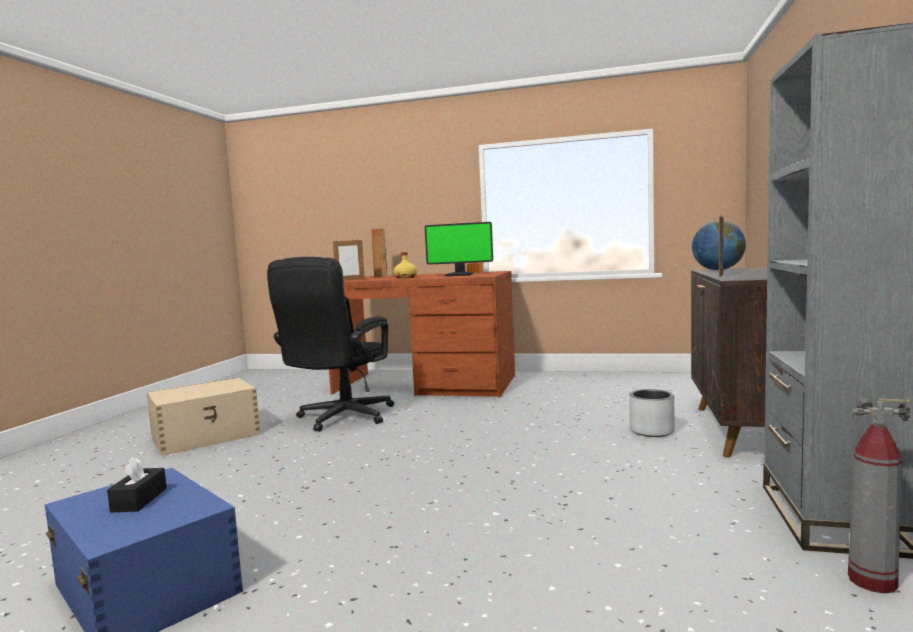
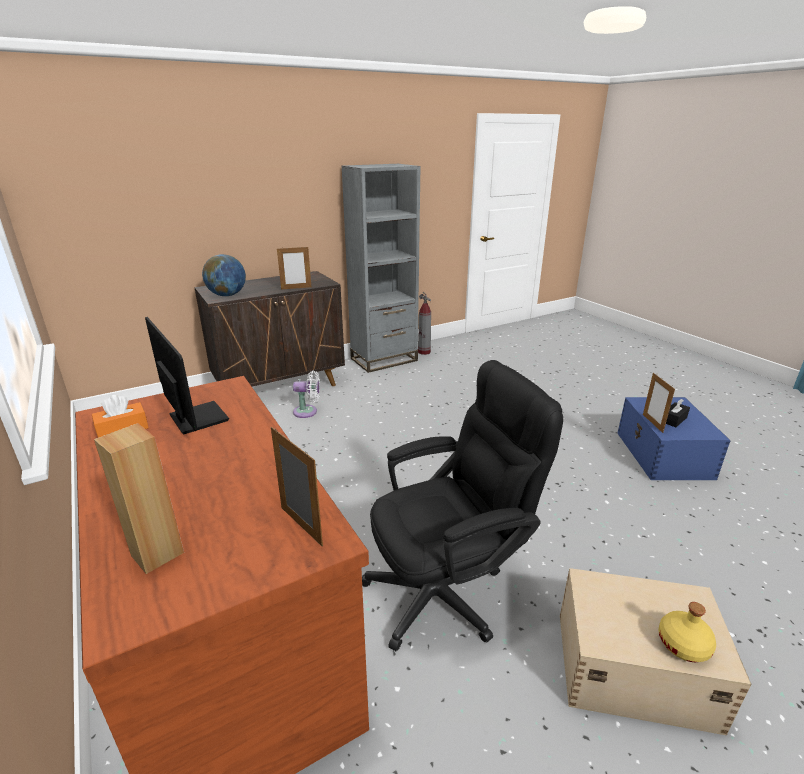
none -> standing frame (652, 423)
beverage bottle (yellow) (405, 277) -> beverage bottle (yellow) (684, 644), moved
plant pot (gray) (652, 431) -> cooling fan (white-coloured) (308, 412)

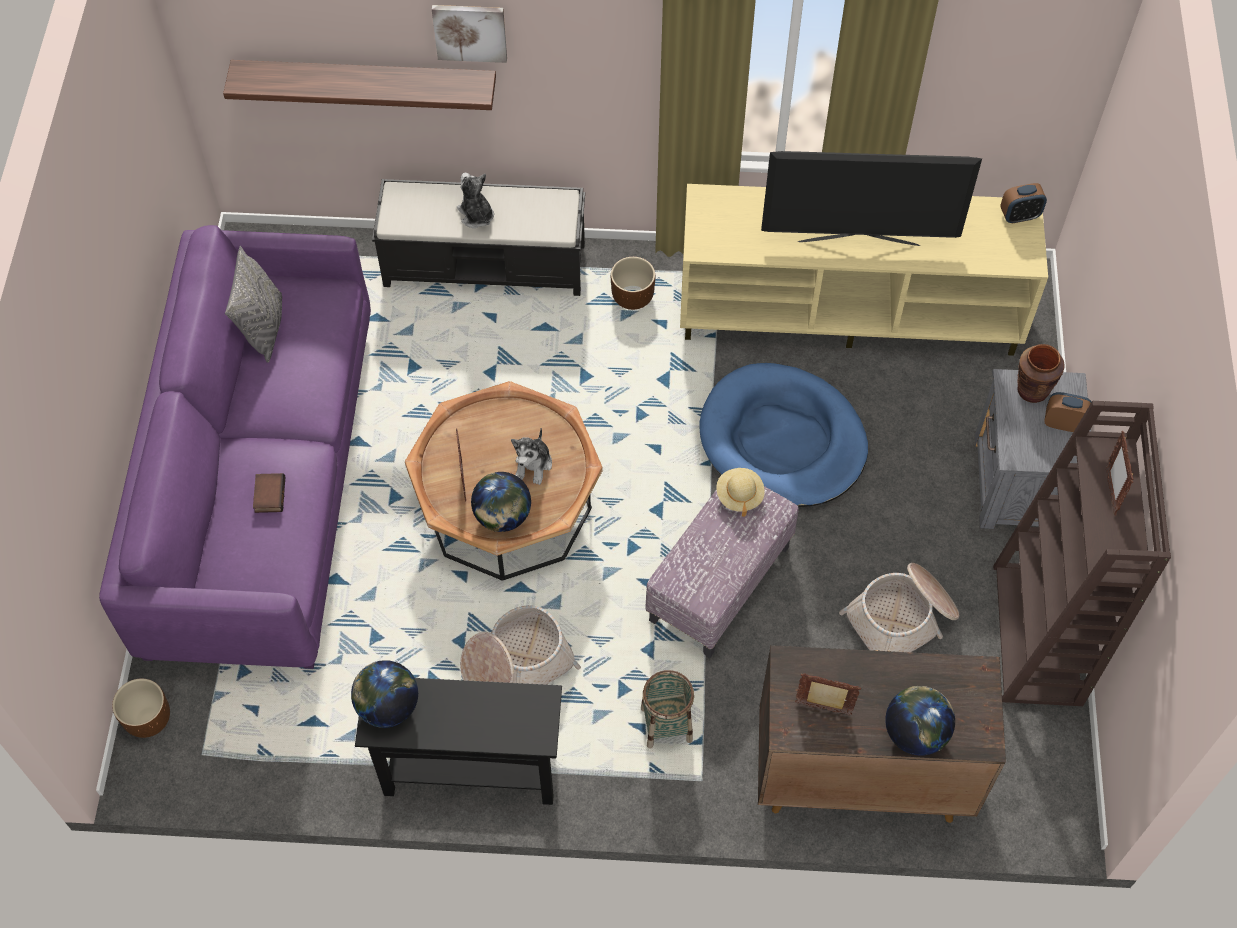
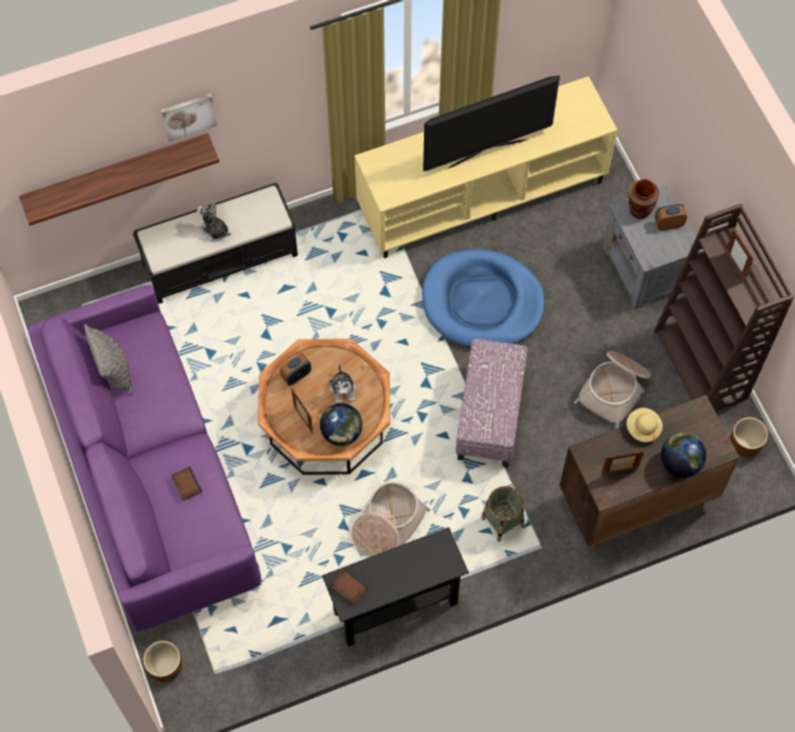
plant pot (brown-coloured) (632, 297) -> plant pot (brown-coloured) (745, 445), moved
wearable hat (beige-coloured) (739, 495) -> wearable hat (beige-coloured) (643, 428), moved
alarm clock (1019, 216) -> alarm clock (296, 376), moved
world globe (388, 706) -> book (348, 588)

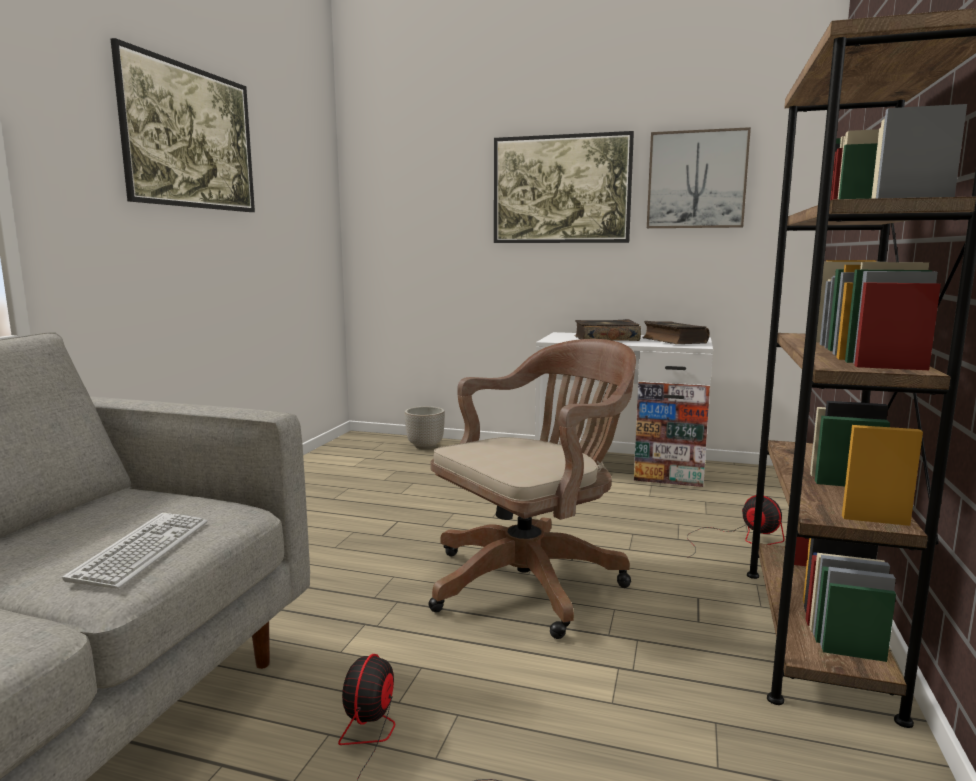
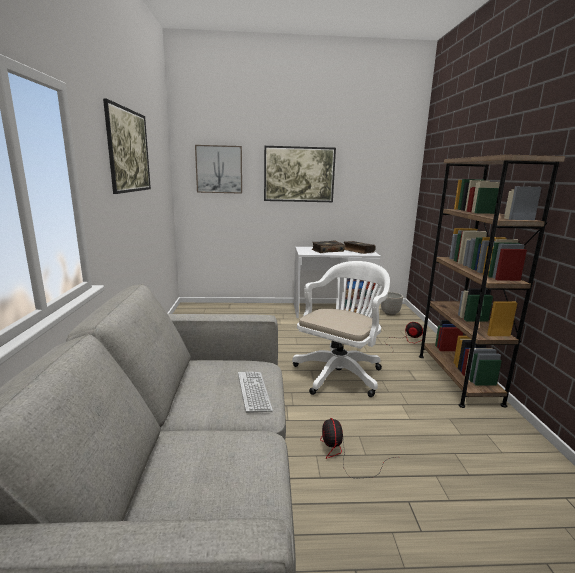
plant pot (425, 446) -> plant pot (390, 313), moved
picture (696, 180) -> picture (219, 169), moved
computer chair (brown-coloured) (533, 580) -> computer chair (white-coloured) (340, 372)

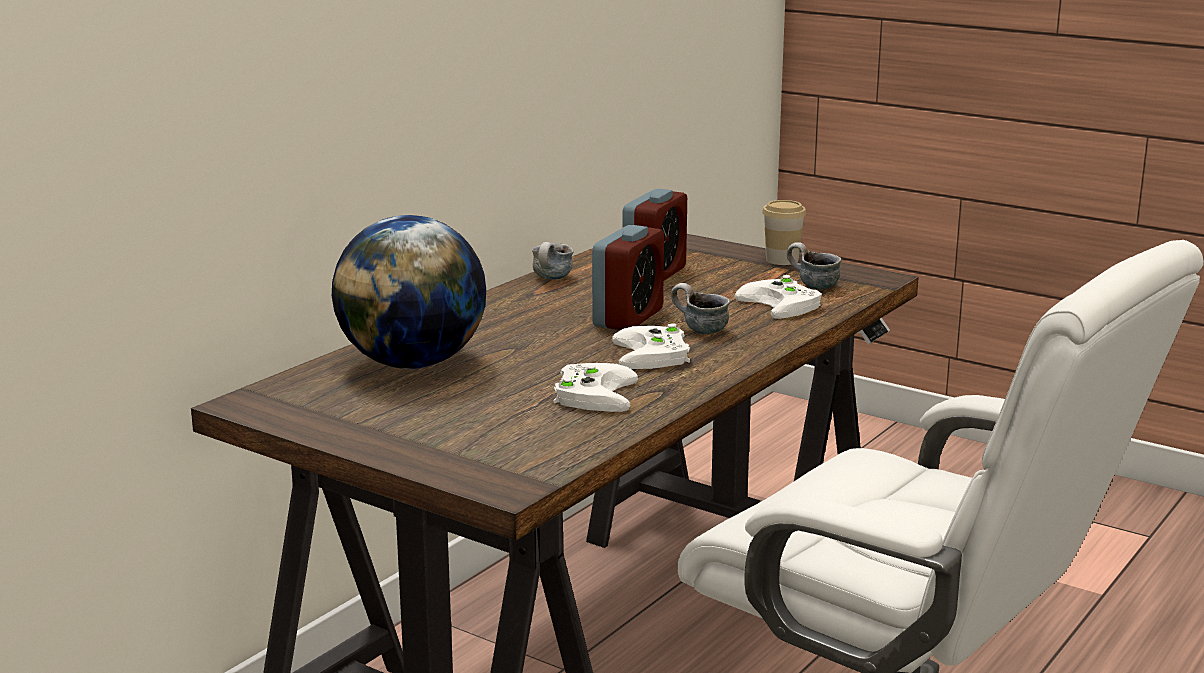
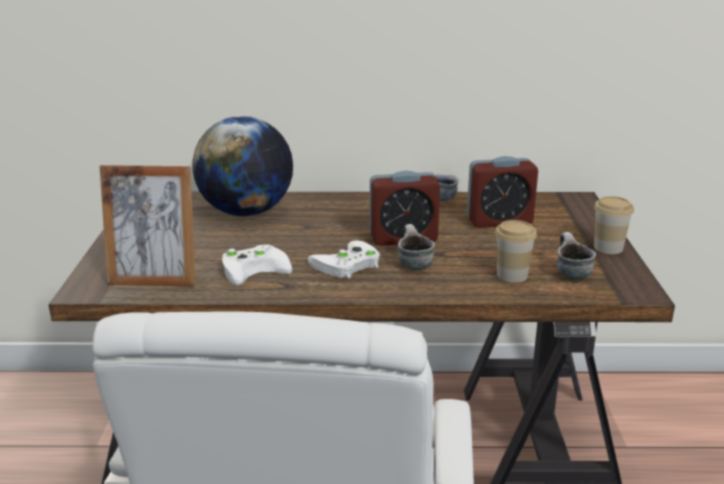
none -> standing frame (154, 280)
game controller (white-coloured) (784, 305) -> drinking cup (512, 275)

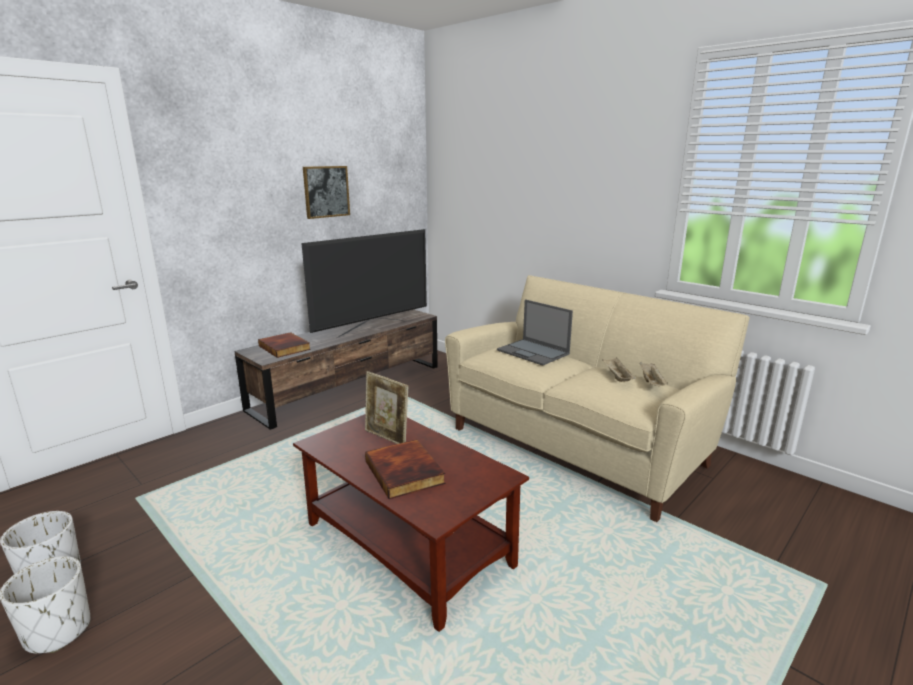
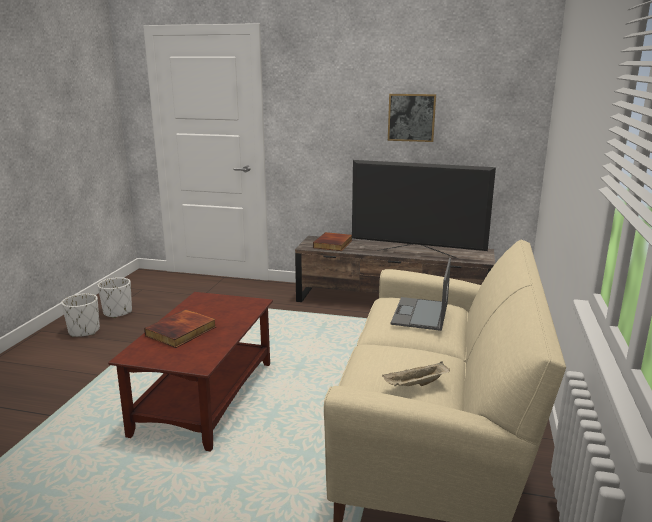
standing frame (387, 437) -> none
carrying tray (beige-coloured) (616, 377) -> none

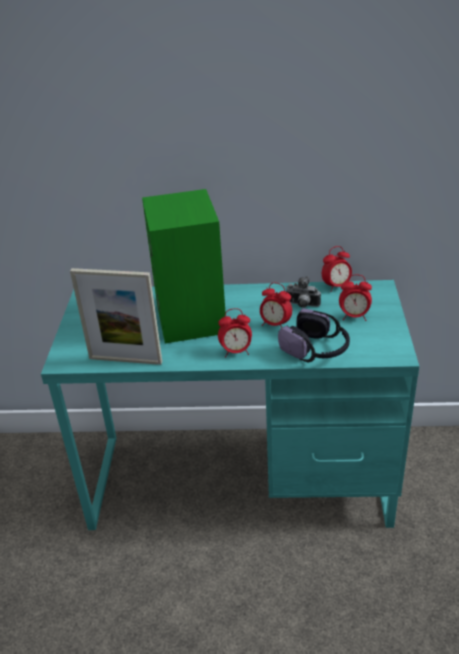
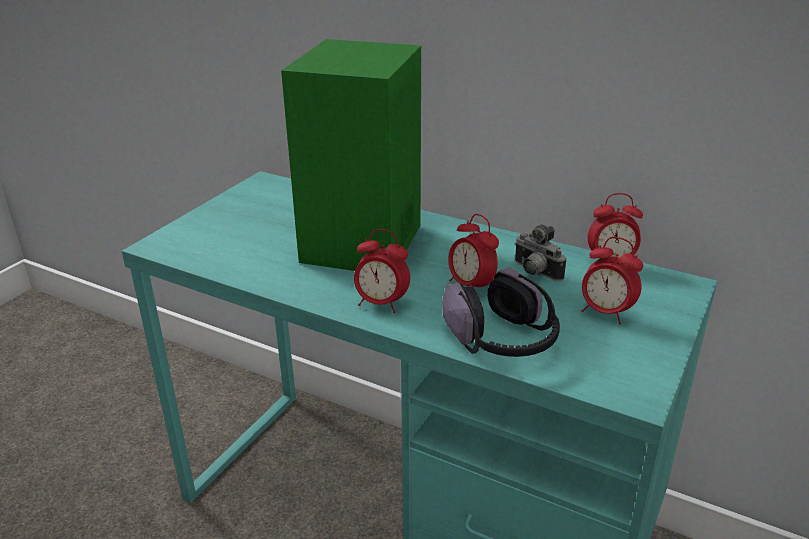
standing frame (125, 360) -> none

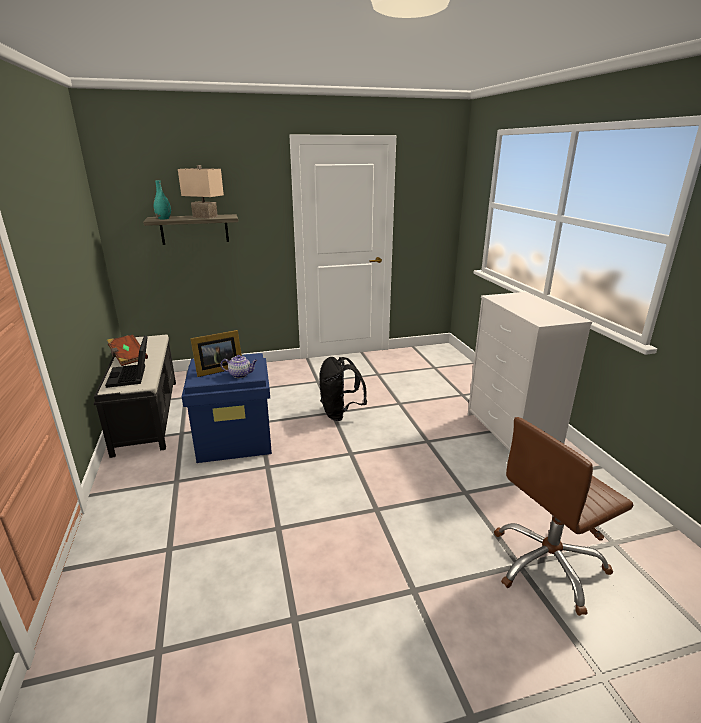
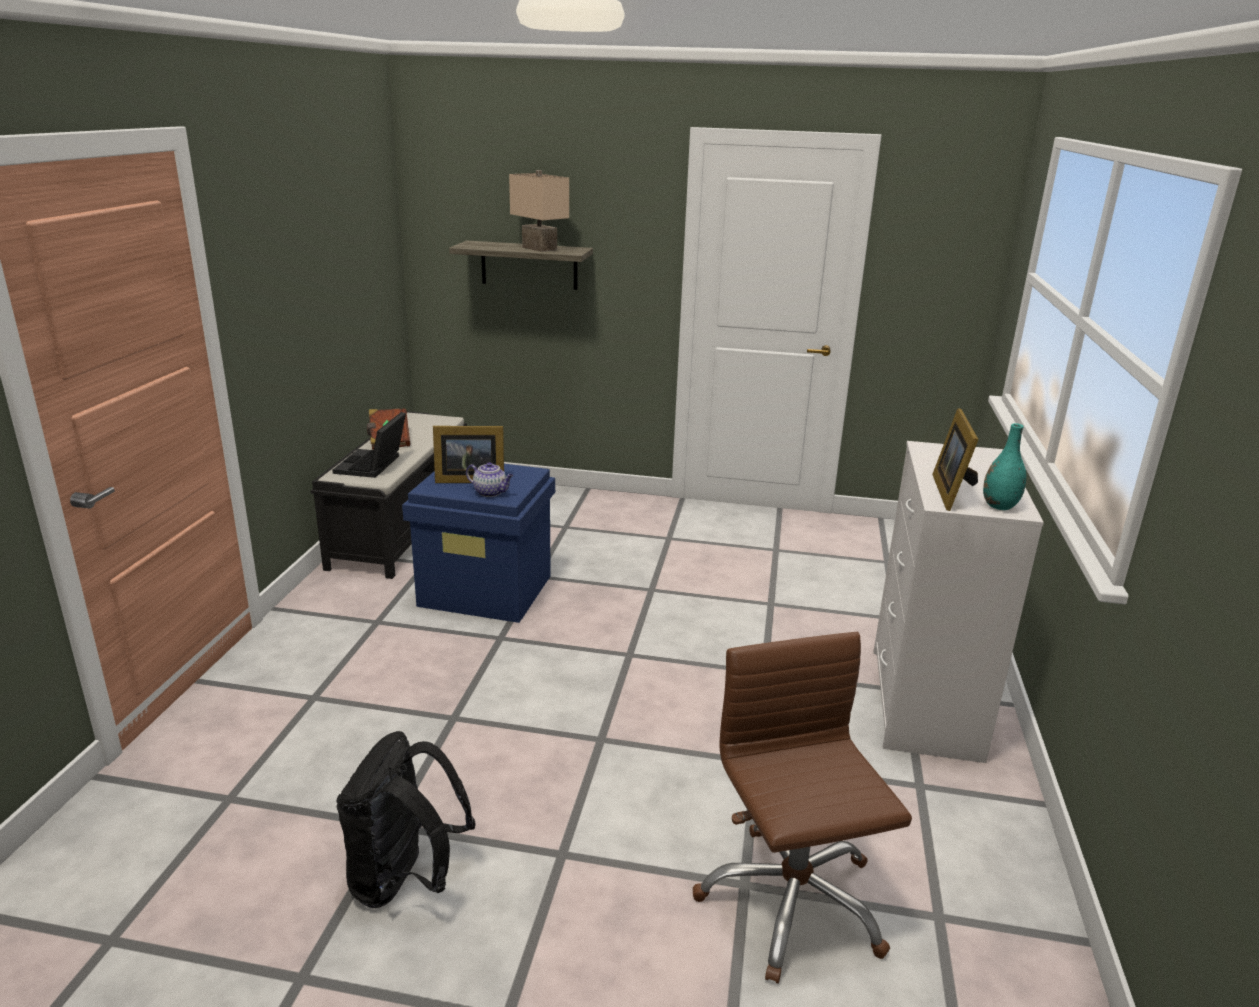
none -> standing frame (952, 492)
vase (turquoise-coloured) (164, 219) -> vase (turquoise-coloured) (999, 506), moved
rucksack (black-coloured) (340, 413) -> rucksack (black-coloured) (405, 880), moved
computer chair (brown-coloured) (548, 565) -> computer chair (brown-coloured) (791, 901), 75 degrees clockwise

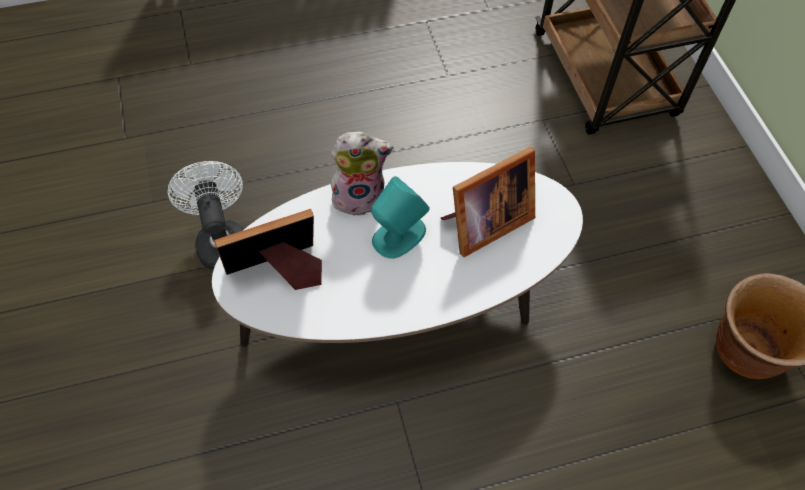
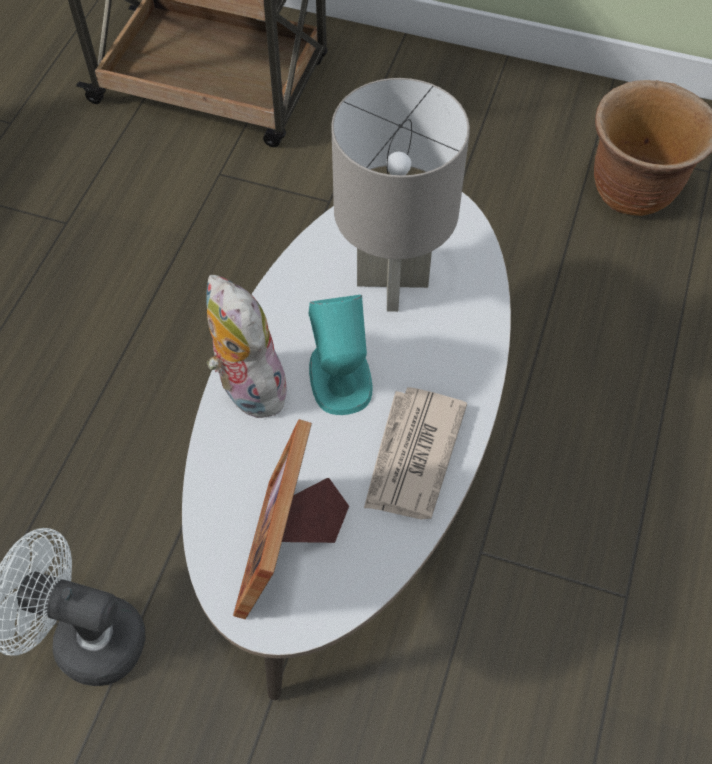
none -> newspaper (412, 456)
standing frame (483, 224) -> lamp for a table (gray) (391, 281)
cuddly toy (359, 196) -> cuddly toy (247, 387), 60 degrees counterclockwise

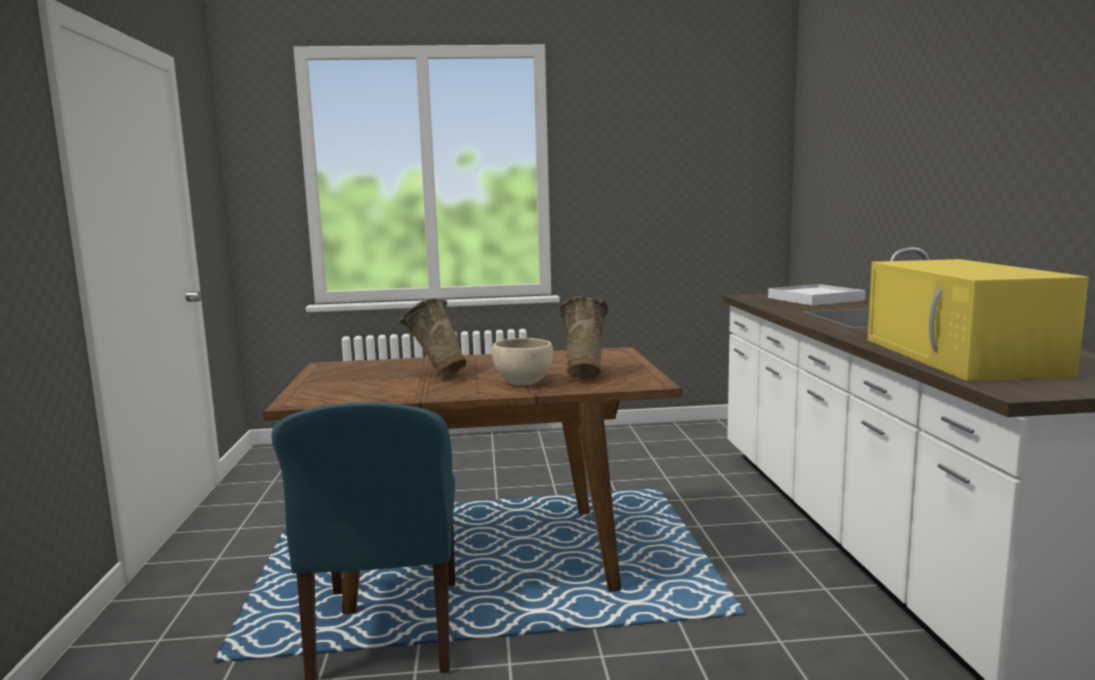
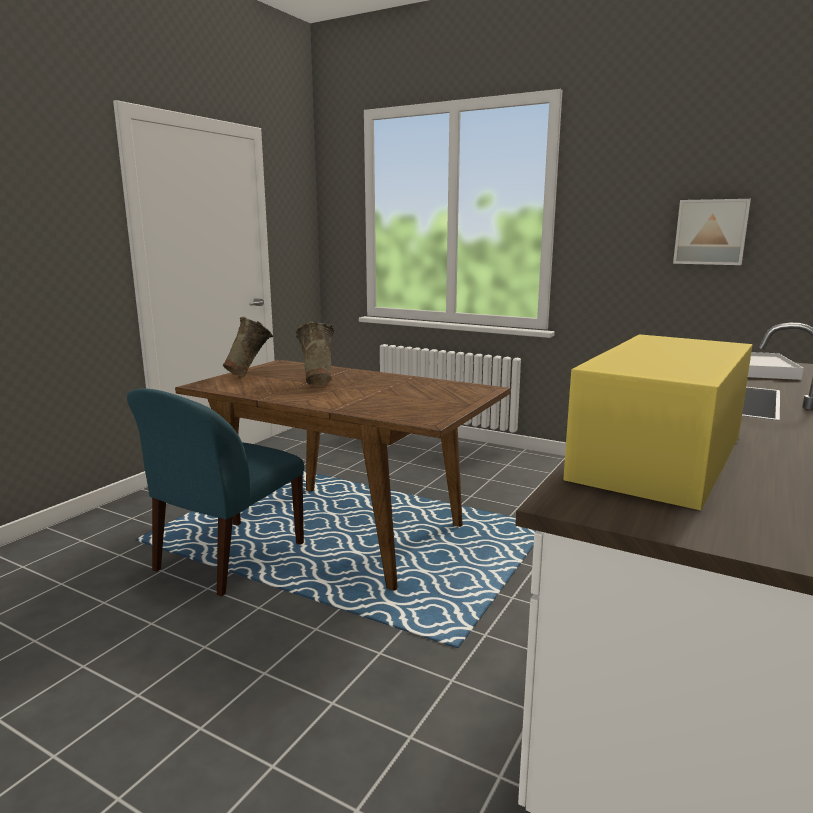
bowl (beige-coloured) (523, 382) -> none
none -> picture (711, 232)
vase (beige-coloured) (584, 375) -> vase (beige-coloured) (250, 375), moved

